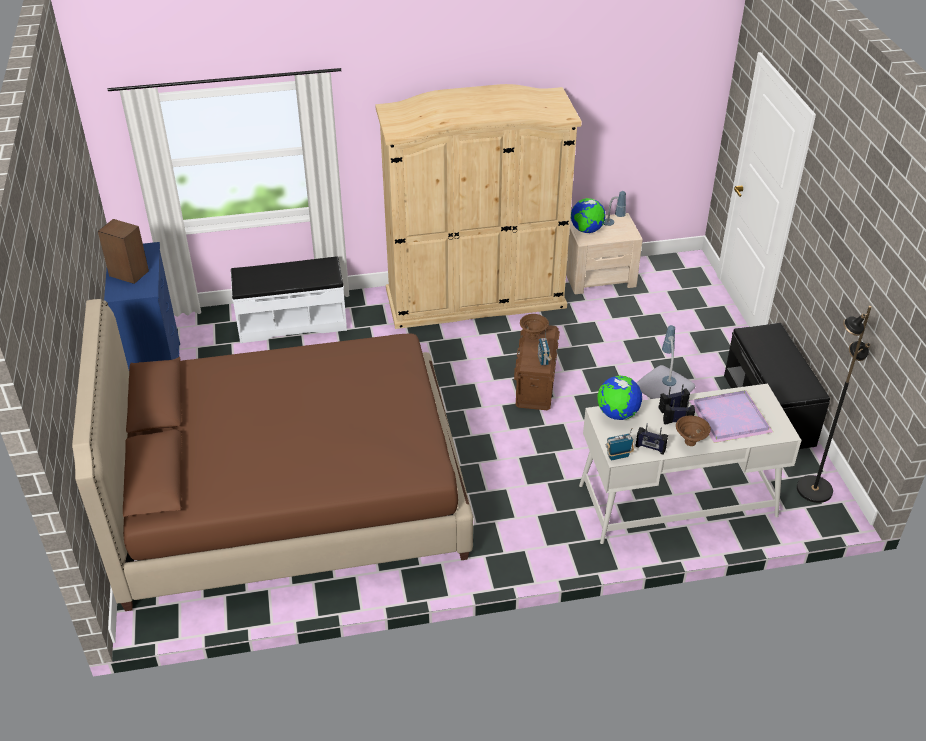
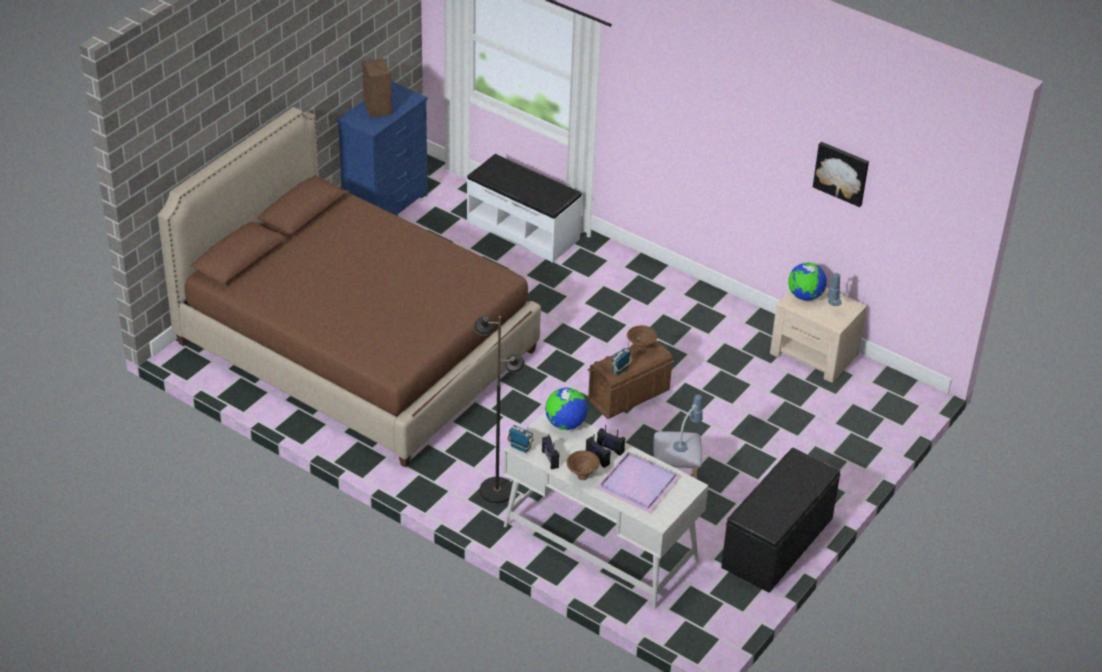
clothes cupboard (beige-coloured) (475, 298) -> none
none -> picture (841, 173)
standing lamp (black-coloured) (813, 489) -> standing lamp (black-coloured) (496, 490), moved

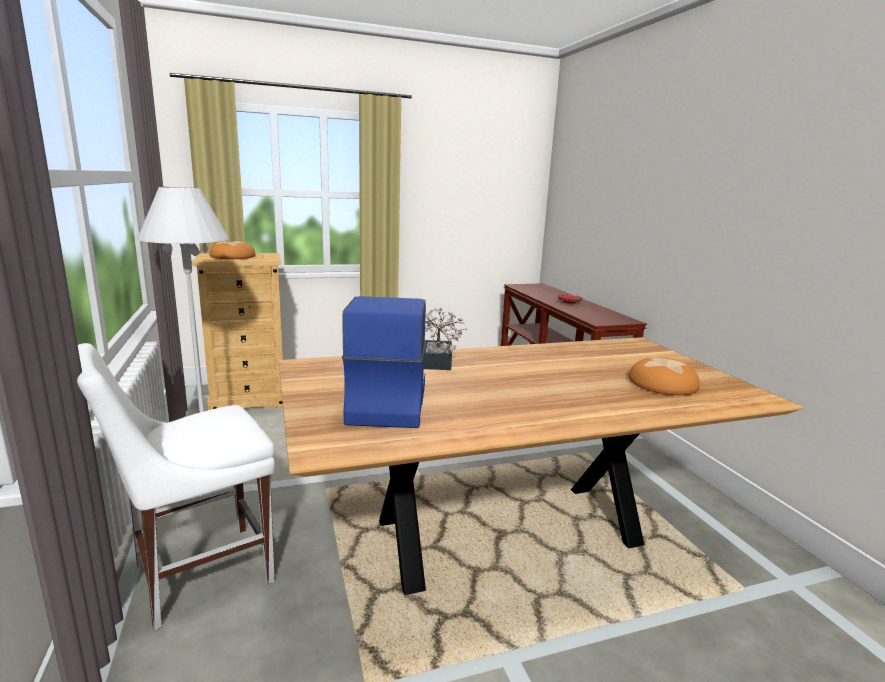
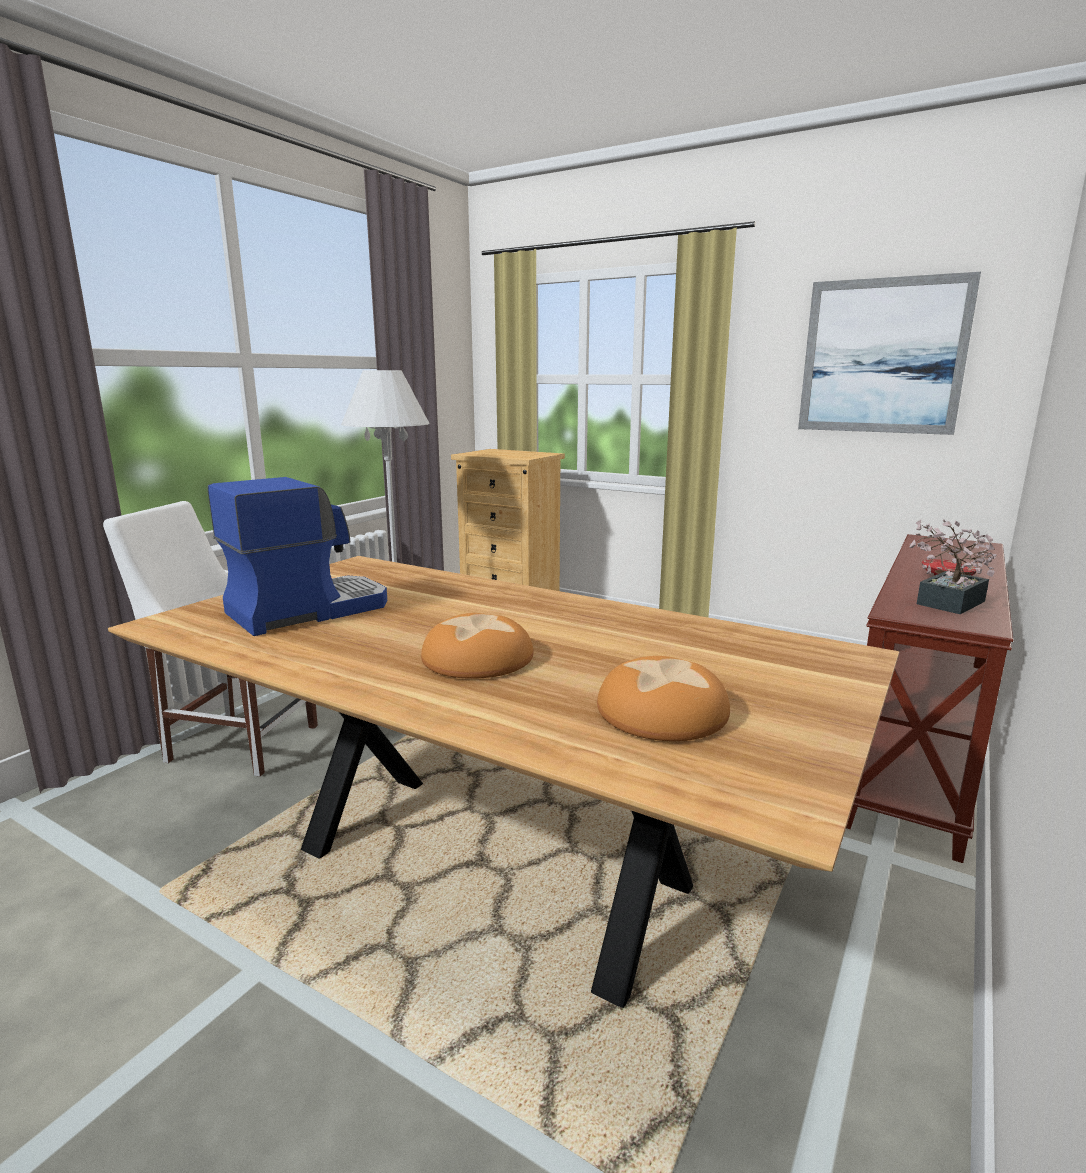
none -> picture (882, 356)
bread (232, 257) -> bread (477, 658), moved
houseplant (436, 364) -> houseplant (946, 604), moved

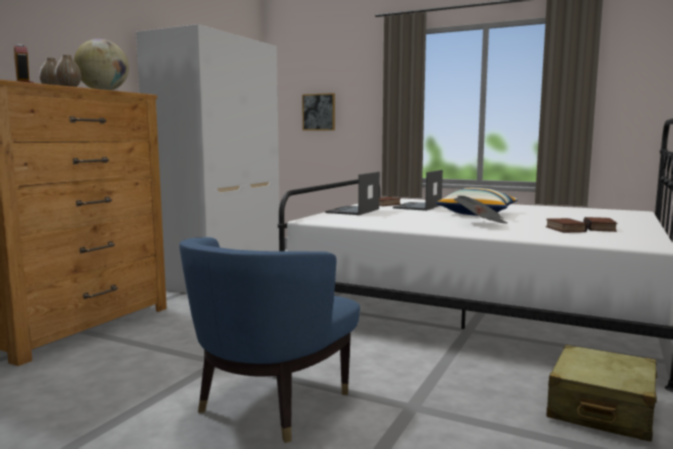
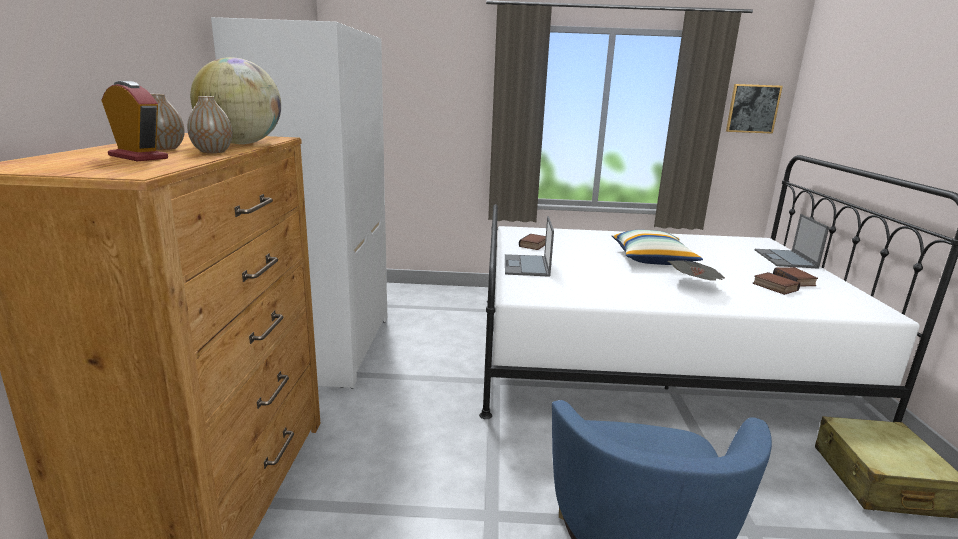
picture (319, 112) -> picture (753, 108), moved
laptop (417, 207) -> laptop (785, 259), moved

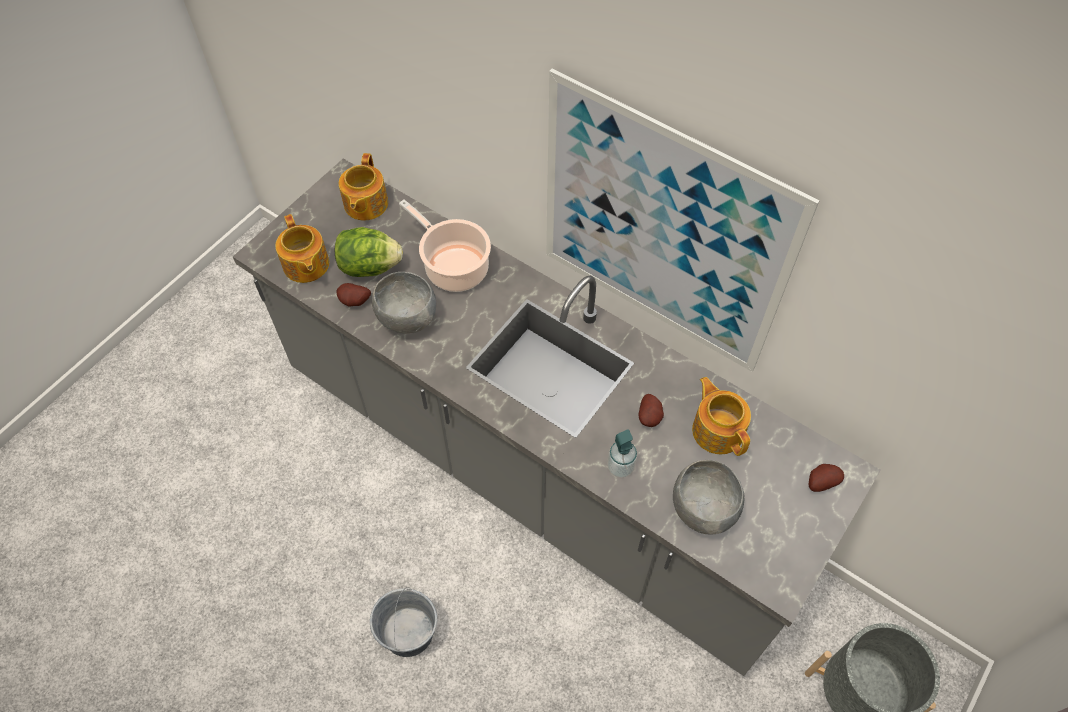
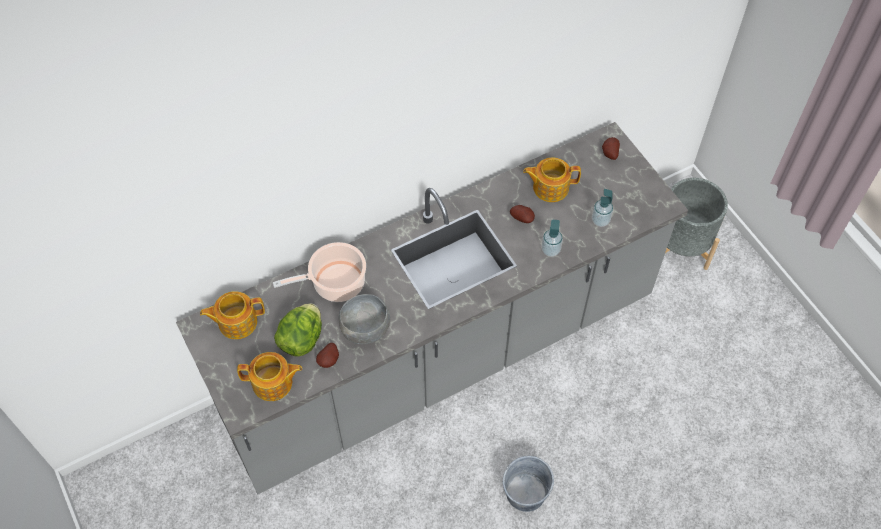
picture (661, 230) -> none
bowl (gray) (702, 510) -> soap bottle (600, 220)
tea pot (365, 204) -> tea pot (236, 322), 135 degrees clockwise

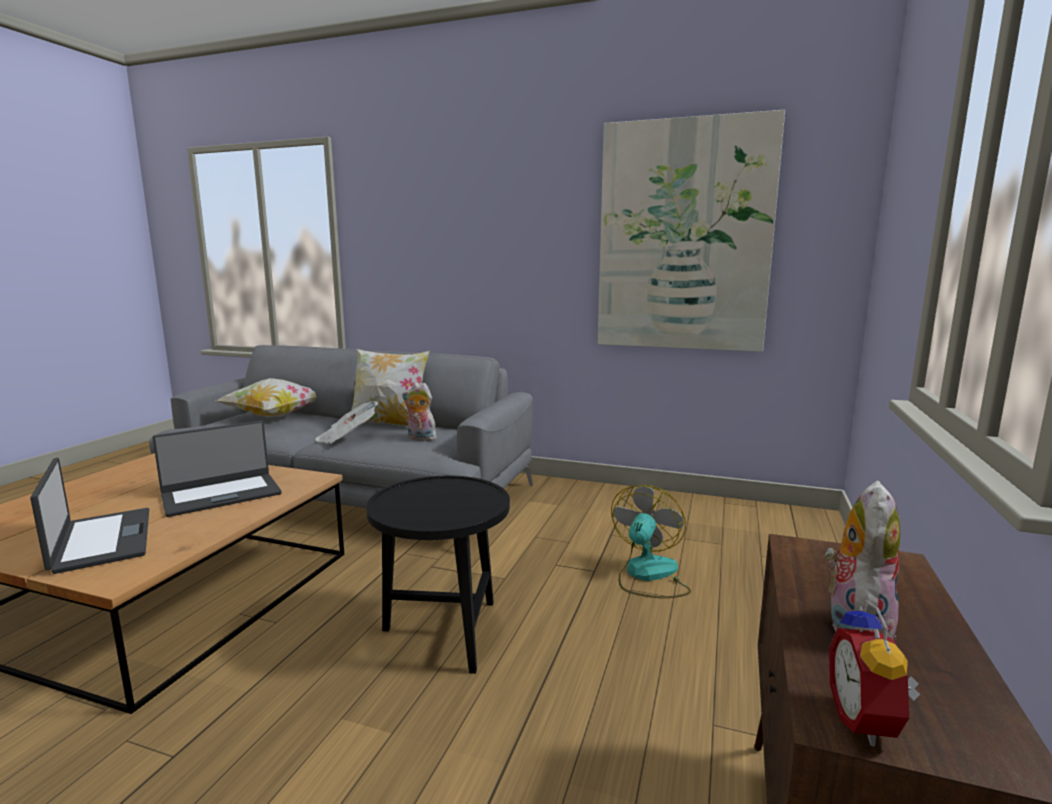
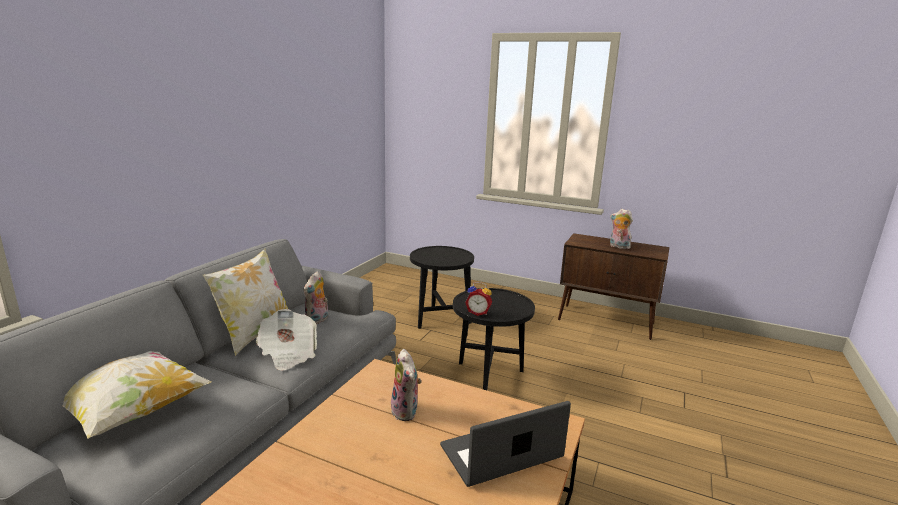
picture (683, 237) -> none
alarm clock (867, 722) -> alarm clock (478, 313), moved
laptop (221, 494) -> cuddly toy (406, 411)
cooling fan (648, 575) -> end table (black-coloured) (440, 317)

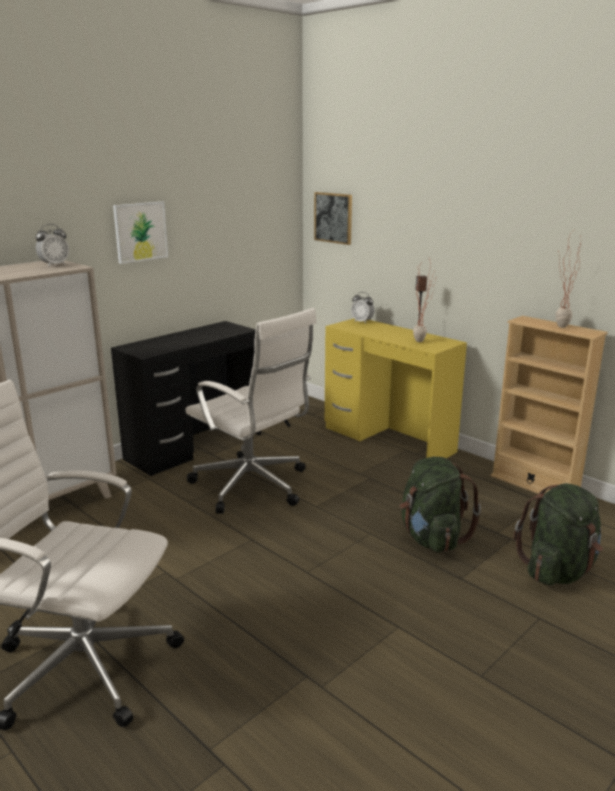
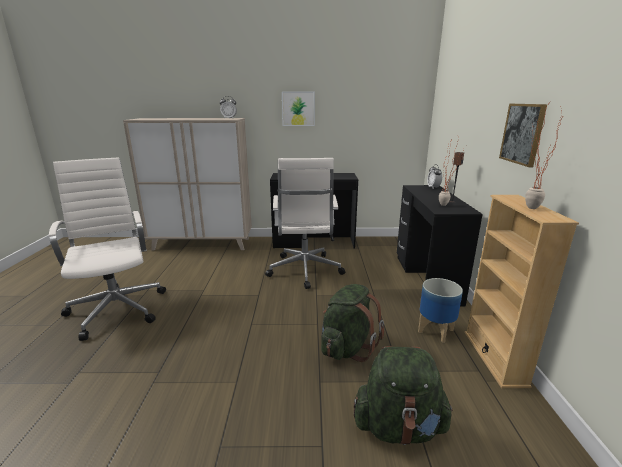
none -> plant pot (435, 331)
picture (333, 218) -> picture (522, 134), moved
desk table (yellow) (388, 439) -> desk table (black-coloured) (426, 279)

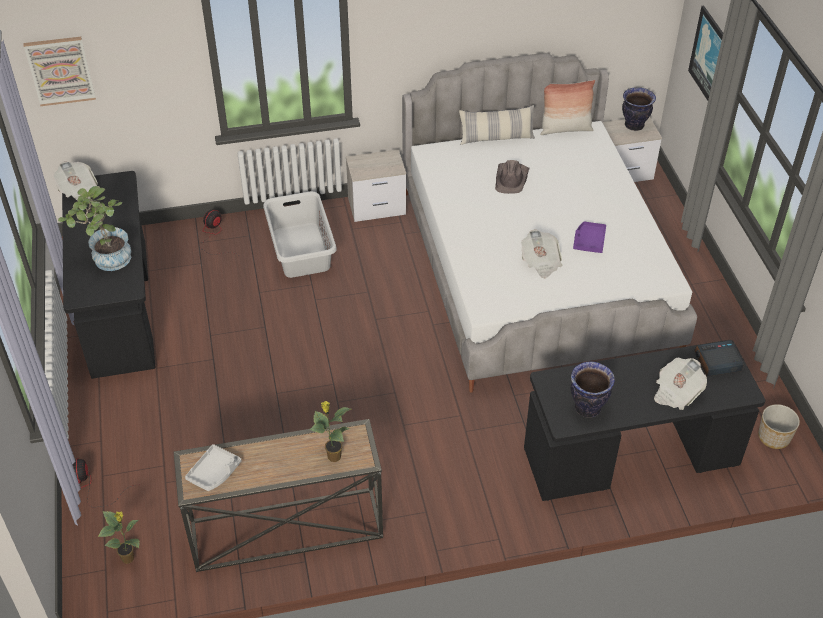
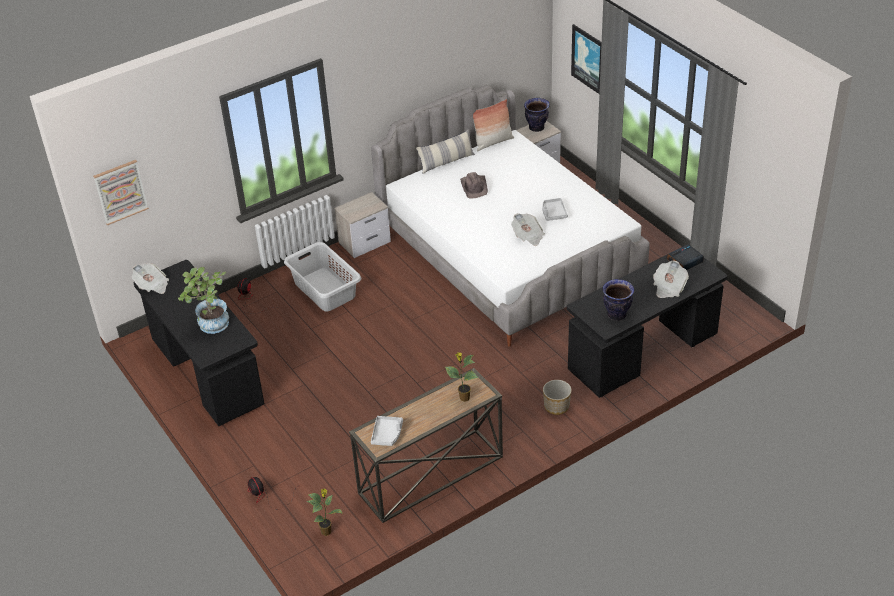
plant pot (774, 437) -> plant pot (556, 406), moved
carrying tray (purple) (589, 241) -> carrying tray (gray) (553, 213)

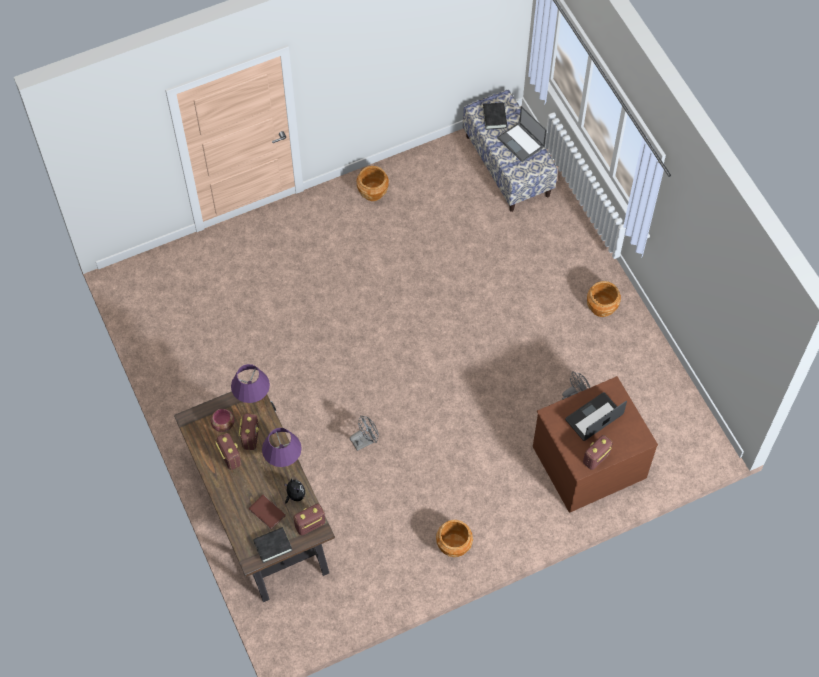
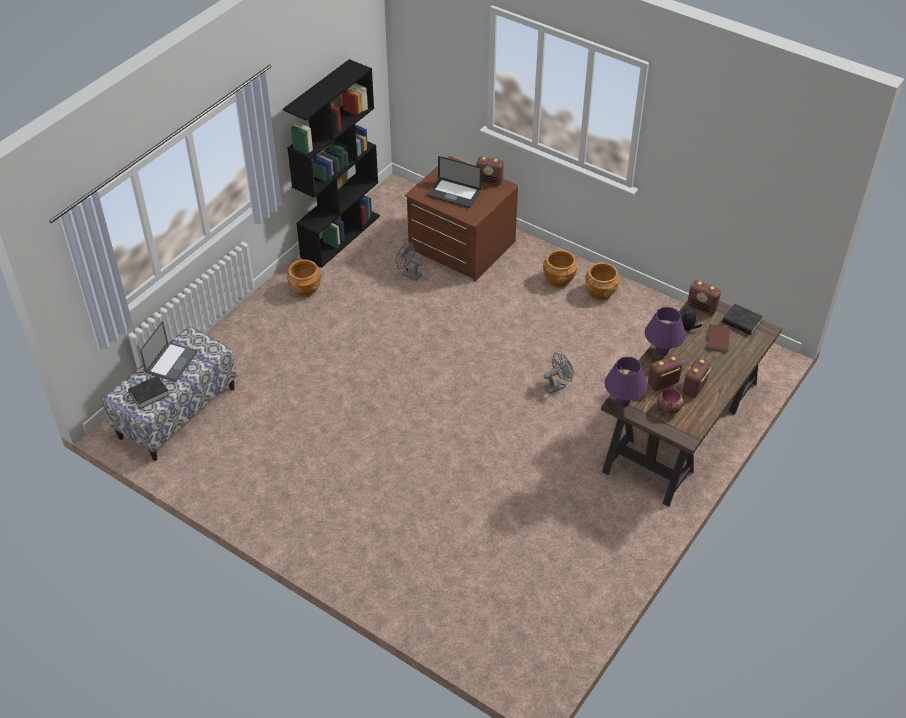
none -> bookshelf (black-coloured) (340, 236)
plant pot (brown-coloured) (373, 192) -> plant pot (brown-coloured) (558, 280), moved
cooling fan (gray) (365, 441) -> cooling fan (gray) (557, 385), 120 degrees clockwise

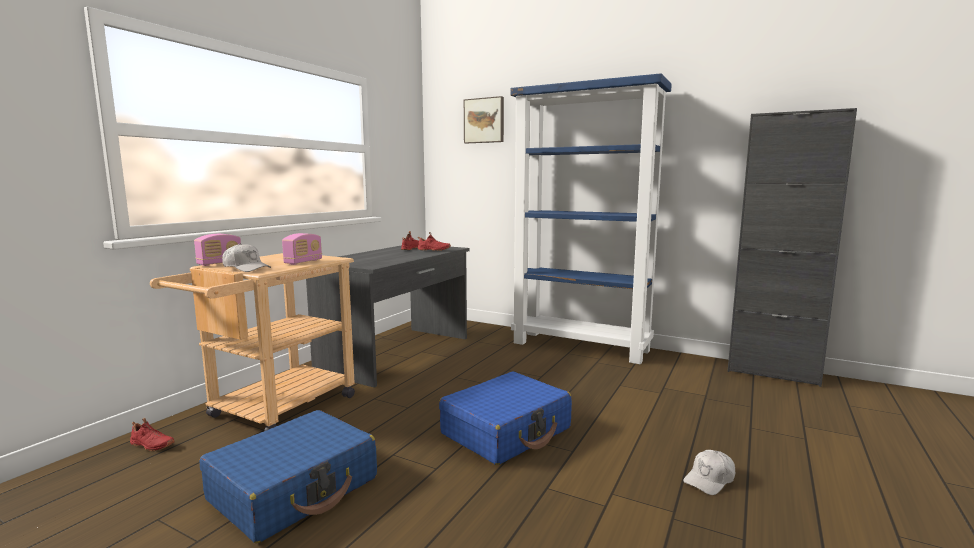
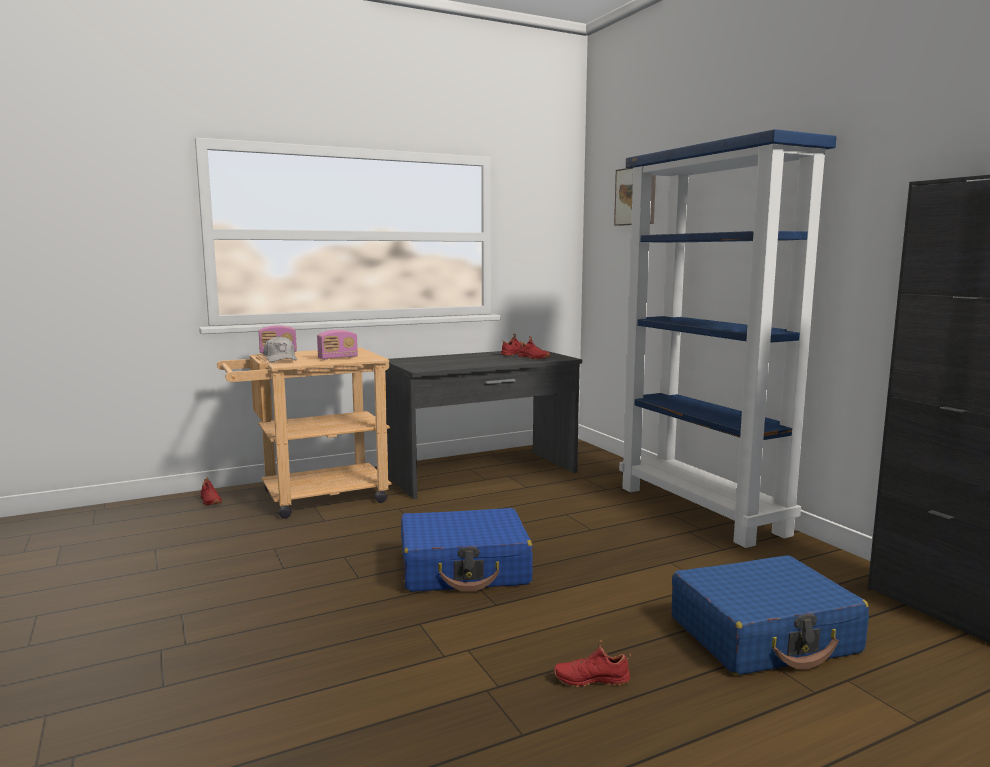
piece of luggage (blue-coloured) (295, 489) -> piece of luggage (blue-coloured) (764, 635), moved
cap (white-coloured) (709, 480) -> low shoe (red) (591, 679)

